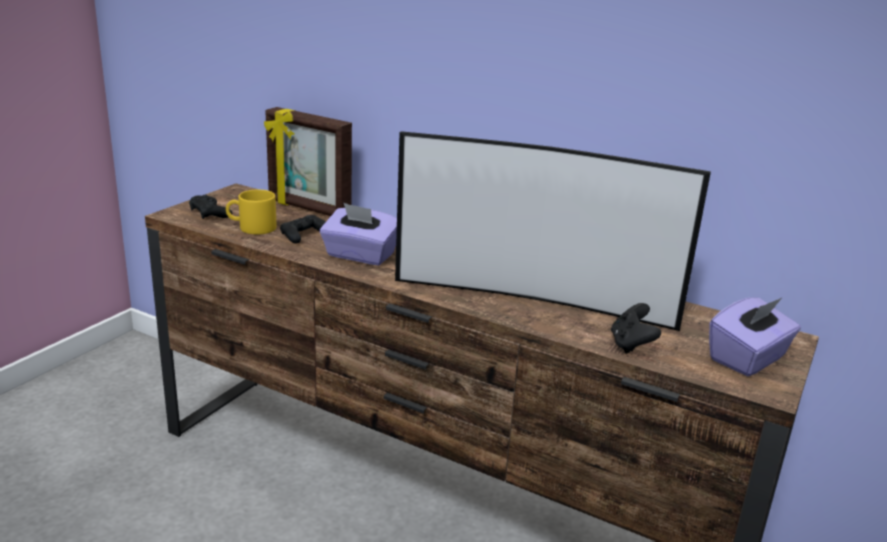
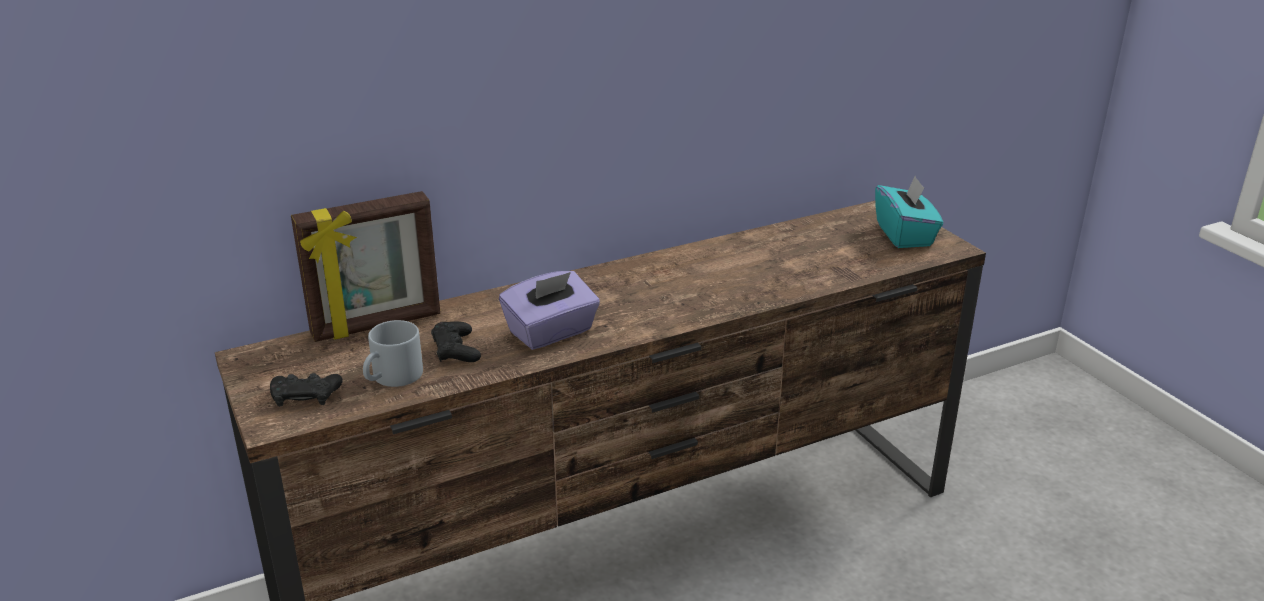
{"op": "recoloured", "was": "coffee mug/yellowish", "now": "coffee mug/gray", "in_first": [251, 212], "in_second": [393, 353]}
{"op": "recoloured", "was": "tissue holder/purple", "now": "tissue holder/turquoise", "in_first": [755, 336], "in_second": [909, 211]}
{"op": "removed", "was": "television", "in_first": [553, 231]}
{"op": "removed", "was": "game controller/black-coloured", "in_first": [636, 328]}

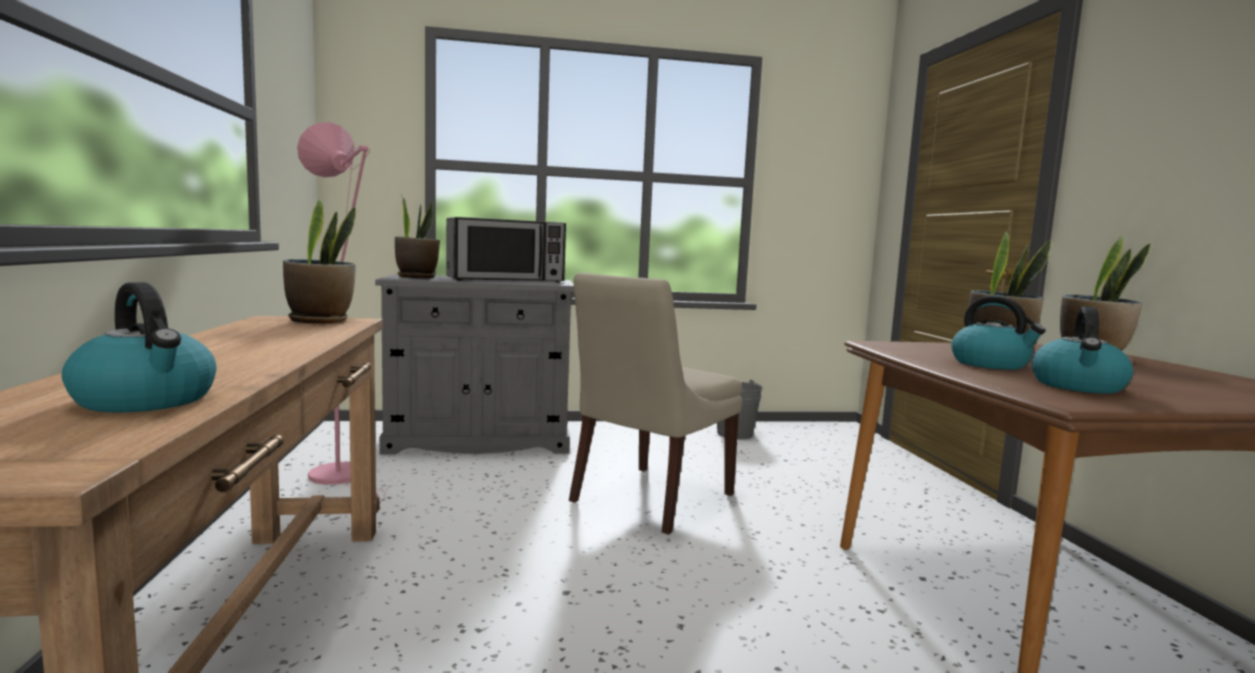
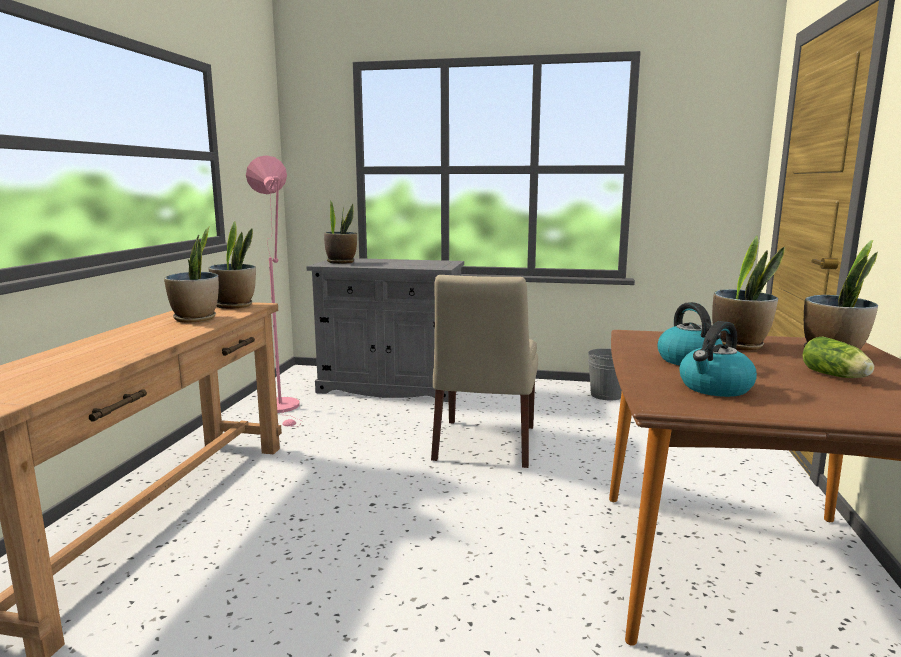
{"op": "added", "now": "houseplant", "in_second": [191, 274]}
{"op": "turned", "was": "chair/beige-coloured", "in_first": [655, 404], "in_second": [484, 371], "clockwise": -45}
{"op": "added", "now": "lettuce", "in_second": [838, 357]}
{"op": "removed", "was": "tea kettle", "in_first": [139, 347]}
{"op": "removed", "was": "kitchen microwave", "in_first": [506, 249]}

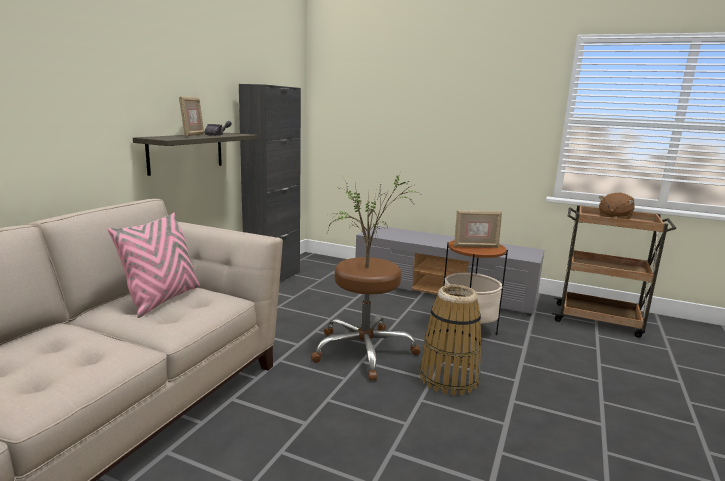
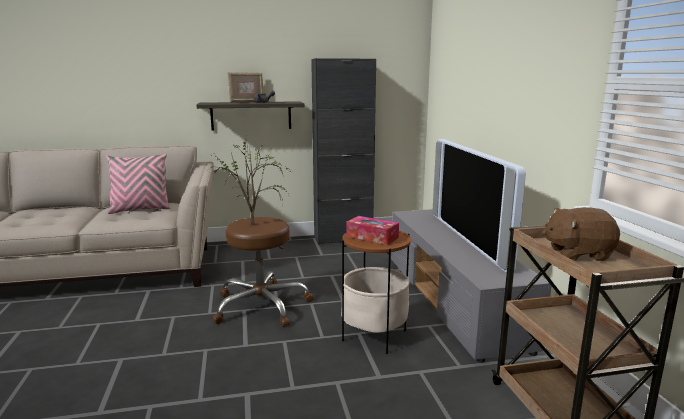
{"op": "replaced", "was": "picture frame", "now": "tissue holder", "in_first": [478, 229], "in_second": [372, 230]}
{"op": "added", "now": "television", "in_second": [479, 206]}
{"op": "removed", "was": "household basket", "in_first": [451, 340]}

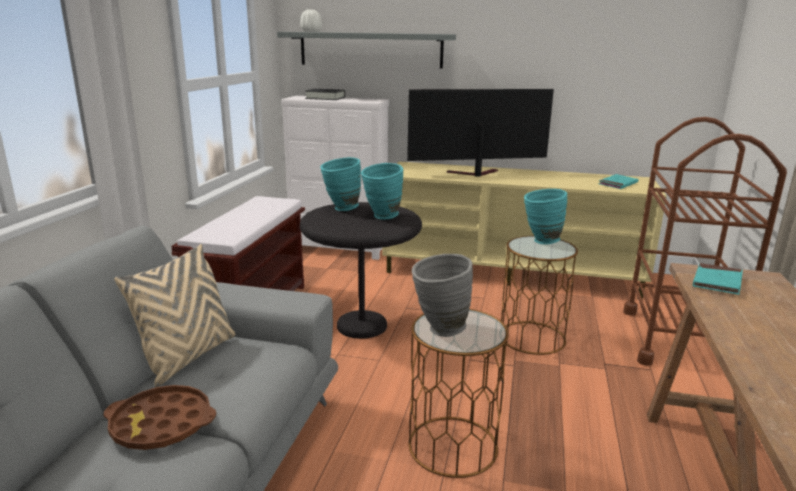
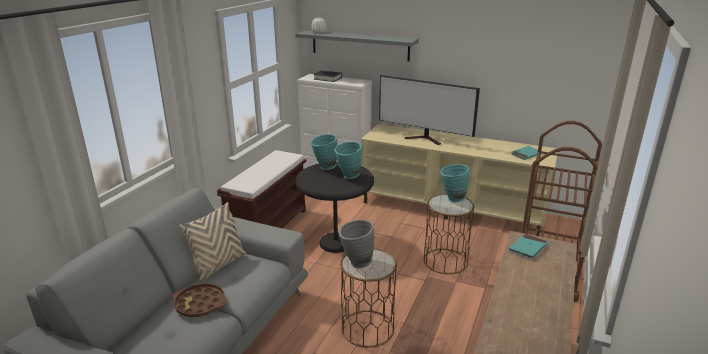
{"op": "turned", "was": "television", "in_first": [480, 133], "in_second": [429, 110], "clockwise": -150}

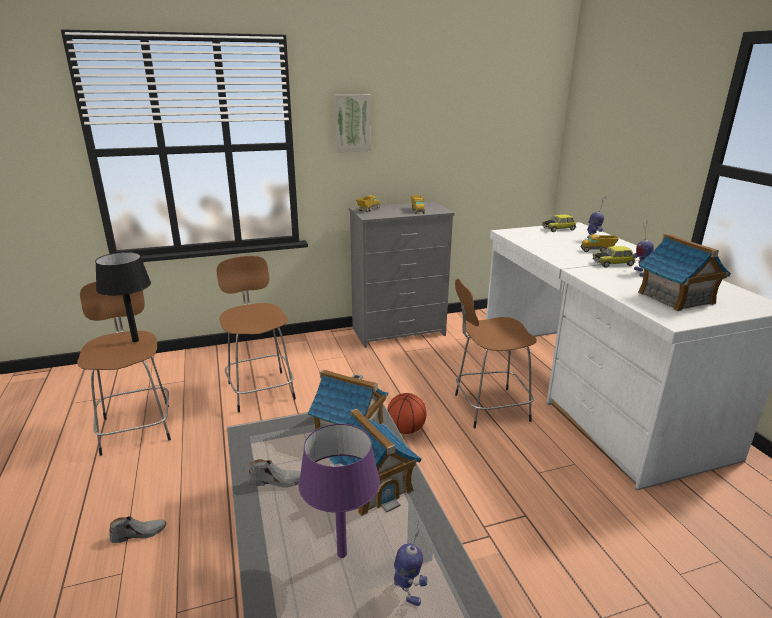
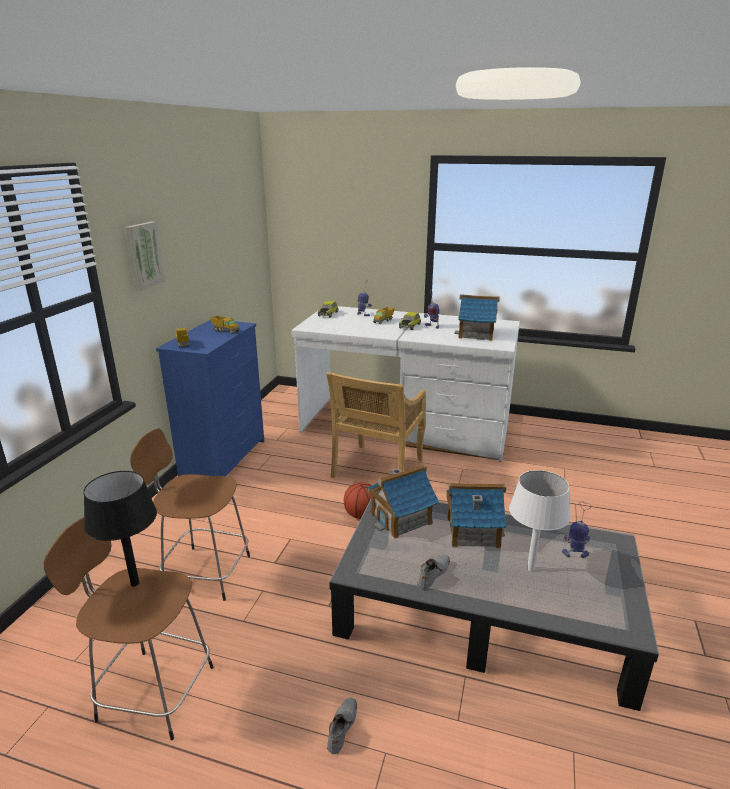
{"op": "recoloured", "was": "dresser/gray", "now": "dresser/blue-coloured", "in_first": [401, 274], "in_second": [210, 398]}
{"op": "replaced", "was": "stool seat/brown-coloured", "now": "chair/beige-coloured", "in_first": [496, 353], "in_second": [376, 425]}
{"op": "recoloured", "was": "tabletop lamp/purple", "now": "tabletop lamp/white-coloured", "in_first": [339, 491], "in_second": [539, 520]}

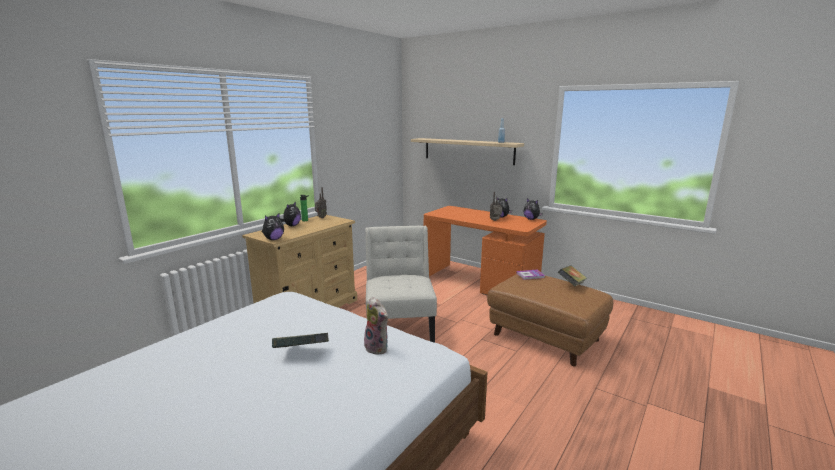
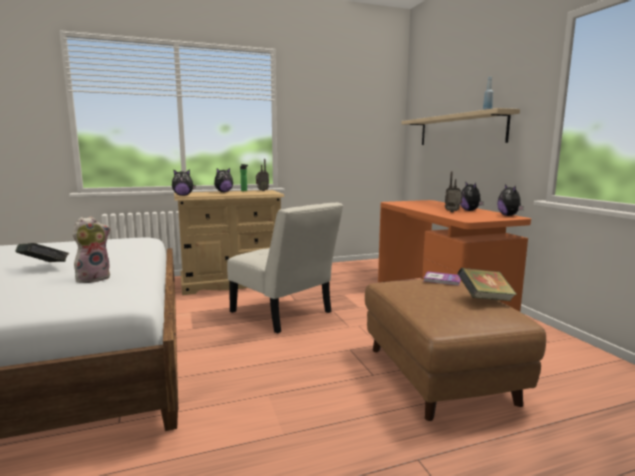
{"op": "turned", "was": "plush toy", "in_first": [376, 325], "in_second": [92, 249], "clockwise": -135}
{"op": "turned", "was": "chair/white-coloured", "in_first": [401, 284], "in_second": [285, 268], "clockwise": 105}

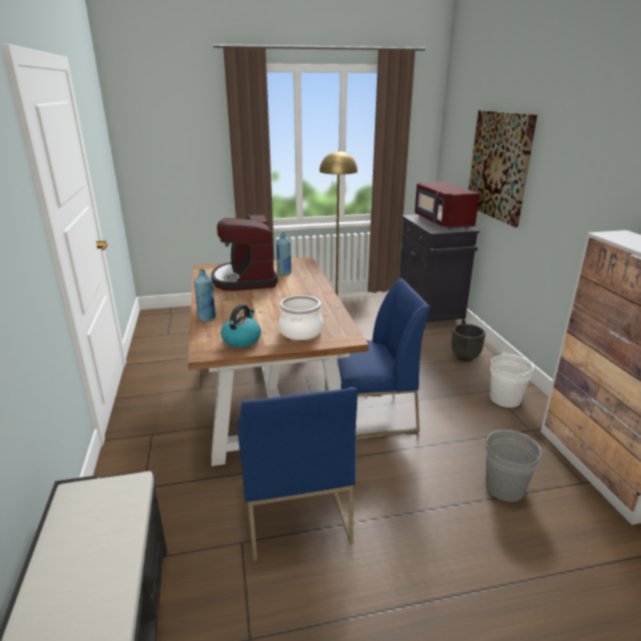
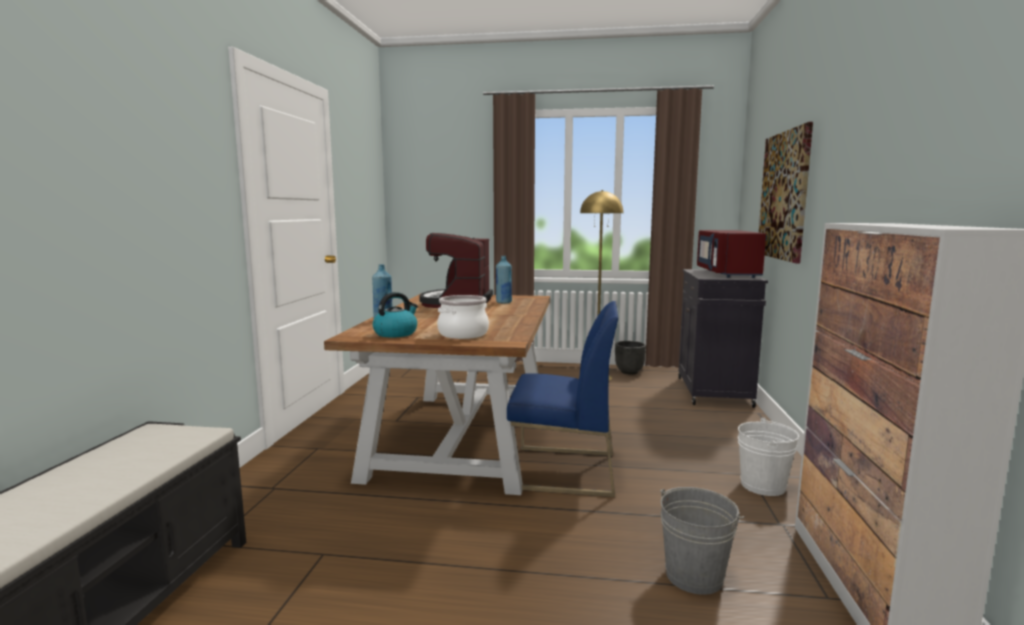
{"op": "moved", "was": "flower pot/black-coloured", "in_first": [468, 342], "in_second": [630, 358]}
{"op": "removed", "was": "chair/blue-coloured", "in_first": [297, 474]}

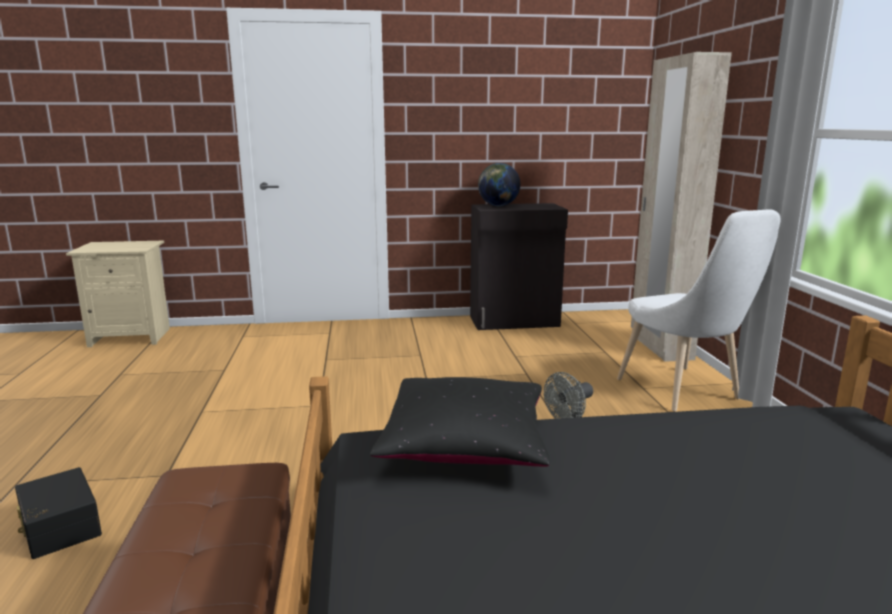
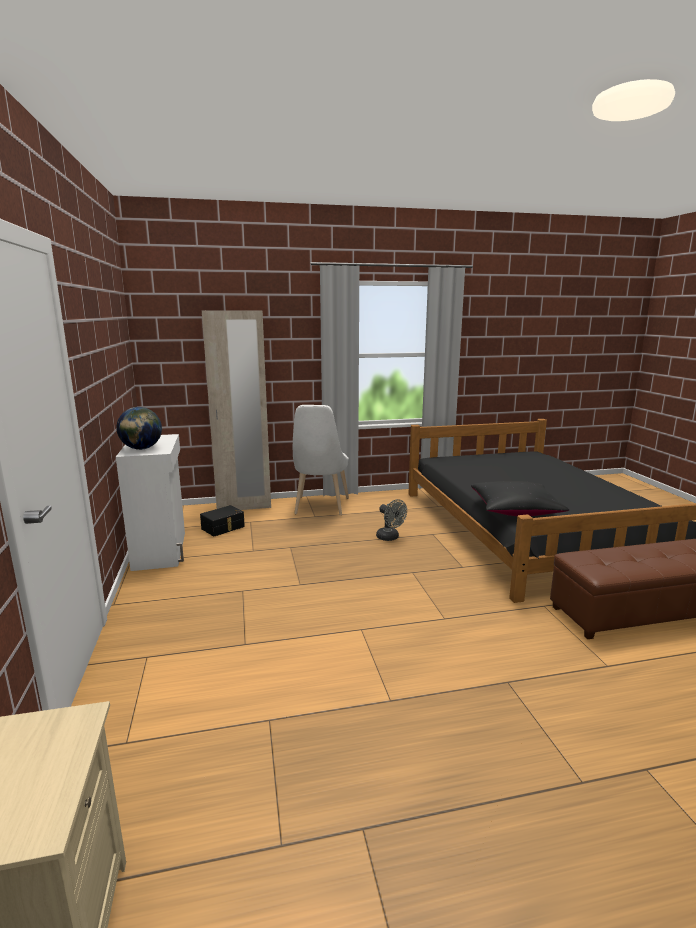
{"op": "recoloured", "was": "storage cabinet/black-coloured", "now": "storage cabinet/white-coloured", "in_first": [519, 266], "in_second": [150, 502]}
{"op": "moved", "was": "storage container/black-coloured", "in_first": [58, 513], "in_second": [222, 520]}
{"op": "turned", "was": "chair/white-coloured", "in_first": [699, 310], "in_second": [321, 460], "clockwise": 120}

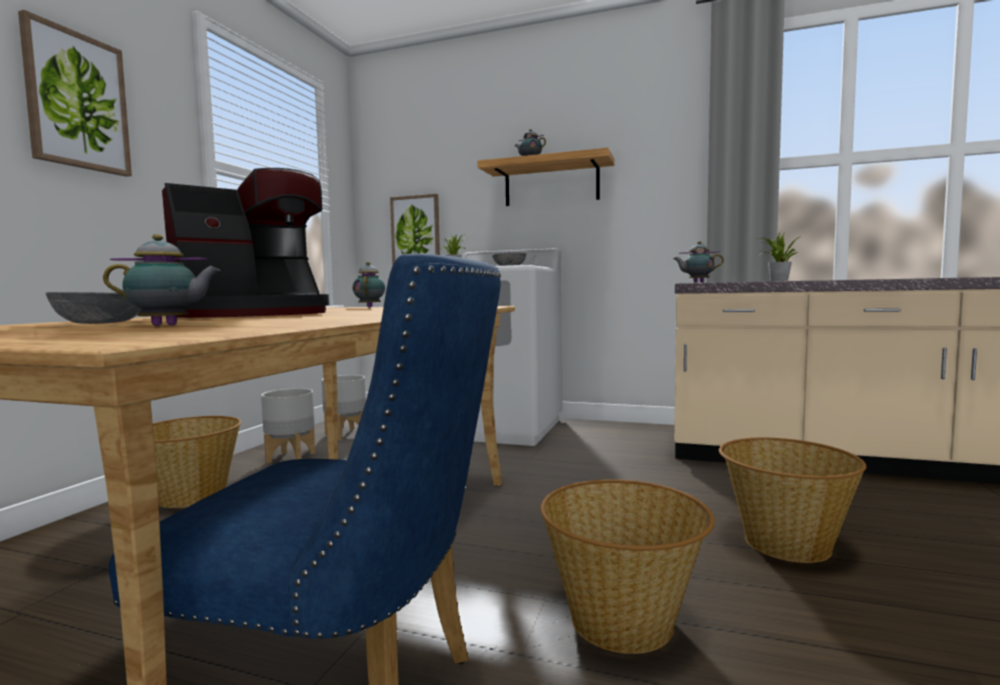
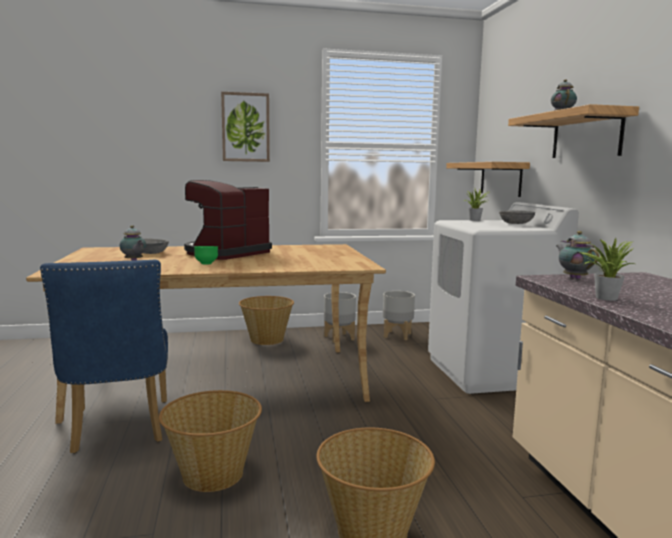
{"op": "turned", "was": "coffee machine", "in_first": [246, 243], "in_second": [228, 220], "clockwise": 105}
{"op": "added", "now": "serving bowl/green", "in_second": [206, 255]}
{"op": "replaced", "was": "wall picture", "now": "shelf", "in_first": [415, 229], "in_second": [488, 179]}
{"op": "removed", "was": "pot for tea", "in_first": [368, 285]}

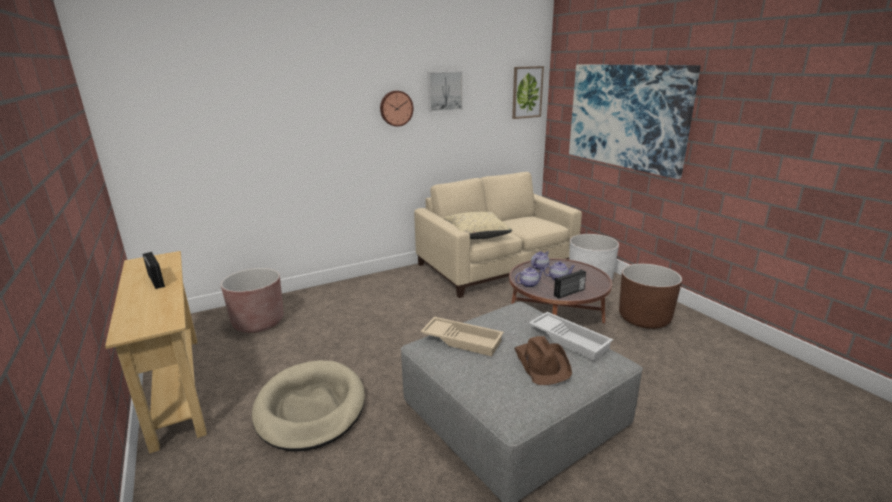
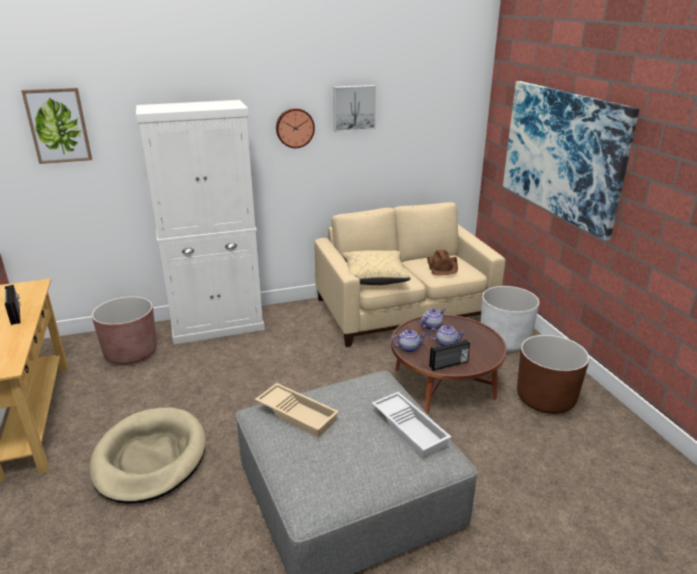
{"op": "moved", "was": "wall picture", "in_first": [528, 92], "in_second": [56, 126]}
{"op": "added", "now": "storage cabinet/white-coloured", "in_second": [200, 222]}
{"op": "moved", "was": "hat/brown-coloured", "in_first": [543, 360], "in_second": [442, 262]}

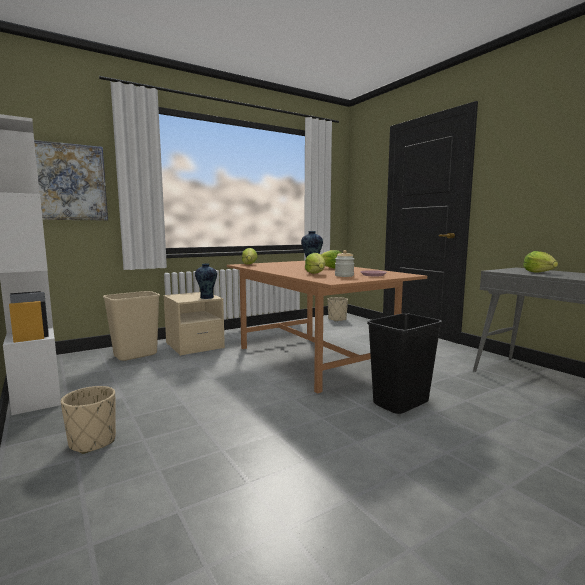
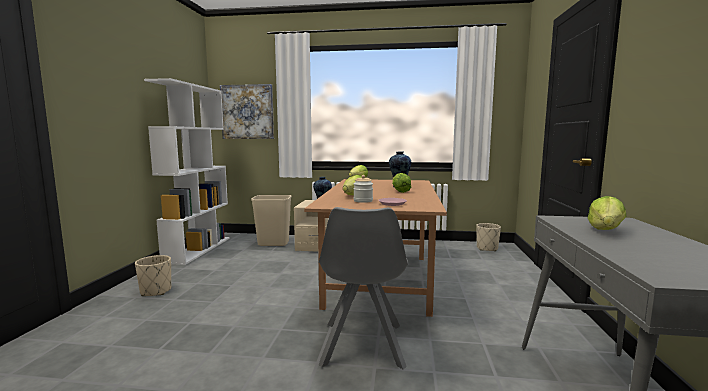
{"op": "replaced", "was": "trash can/black-coloured", "now": "chair/gray", "in_first": [404, 363], "in_second": [363, 288]}

